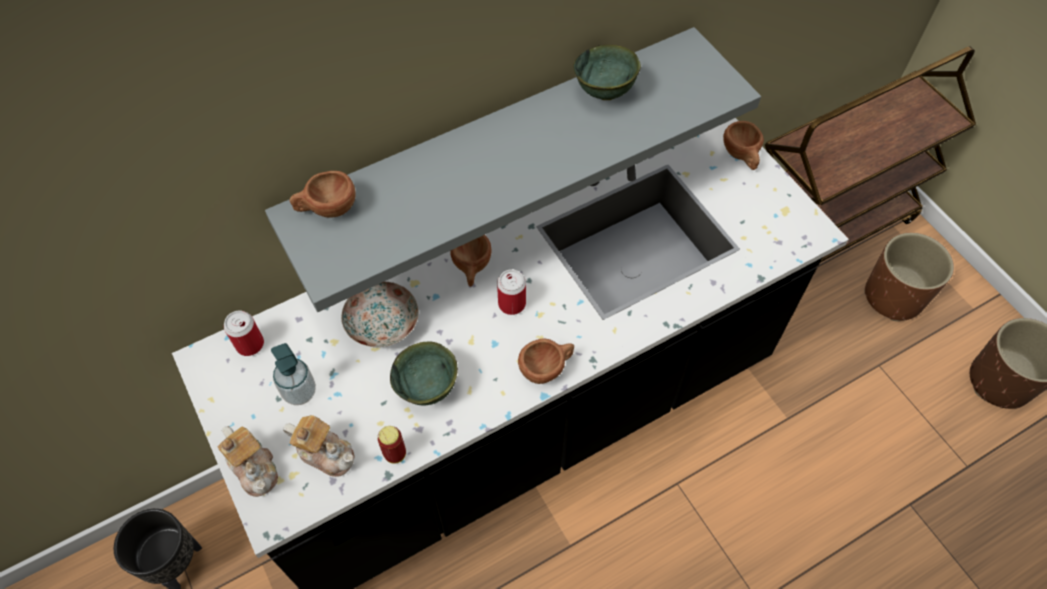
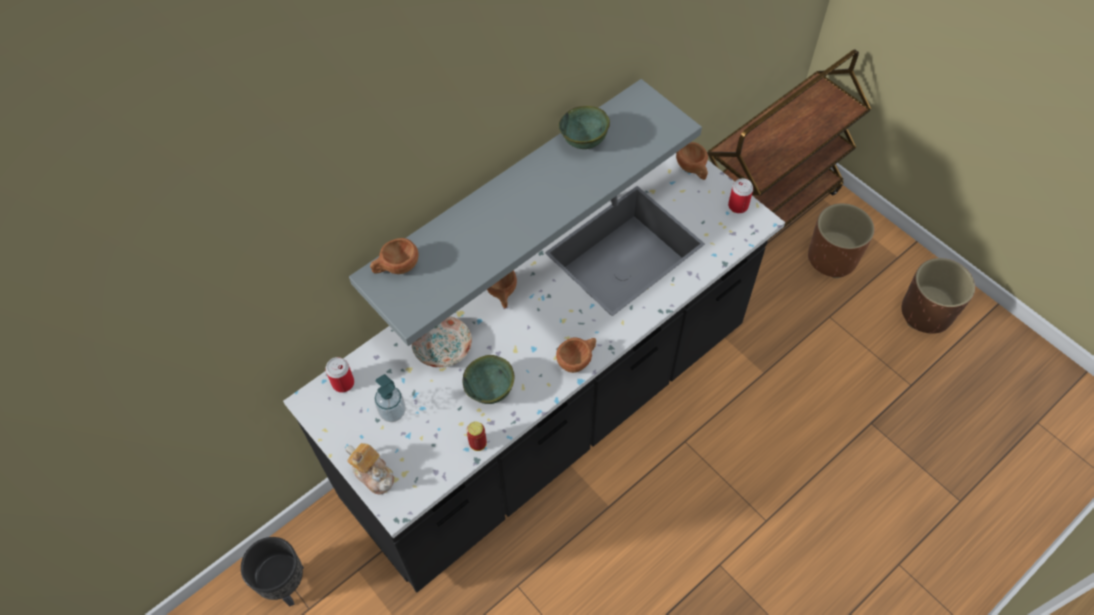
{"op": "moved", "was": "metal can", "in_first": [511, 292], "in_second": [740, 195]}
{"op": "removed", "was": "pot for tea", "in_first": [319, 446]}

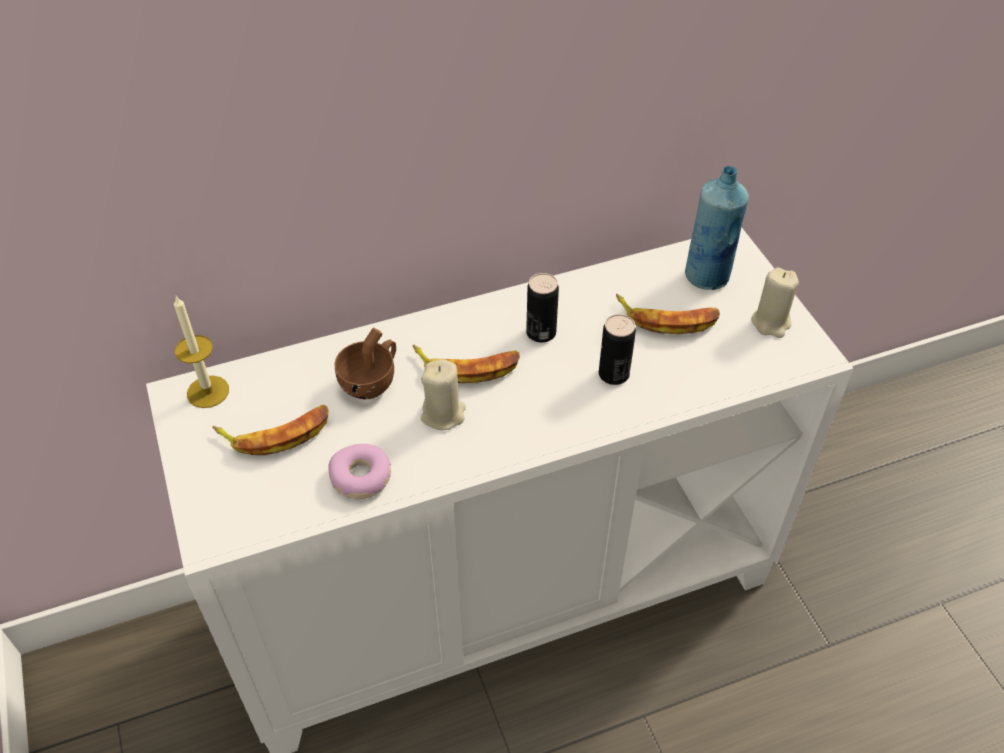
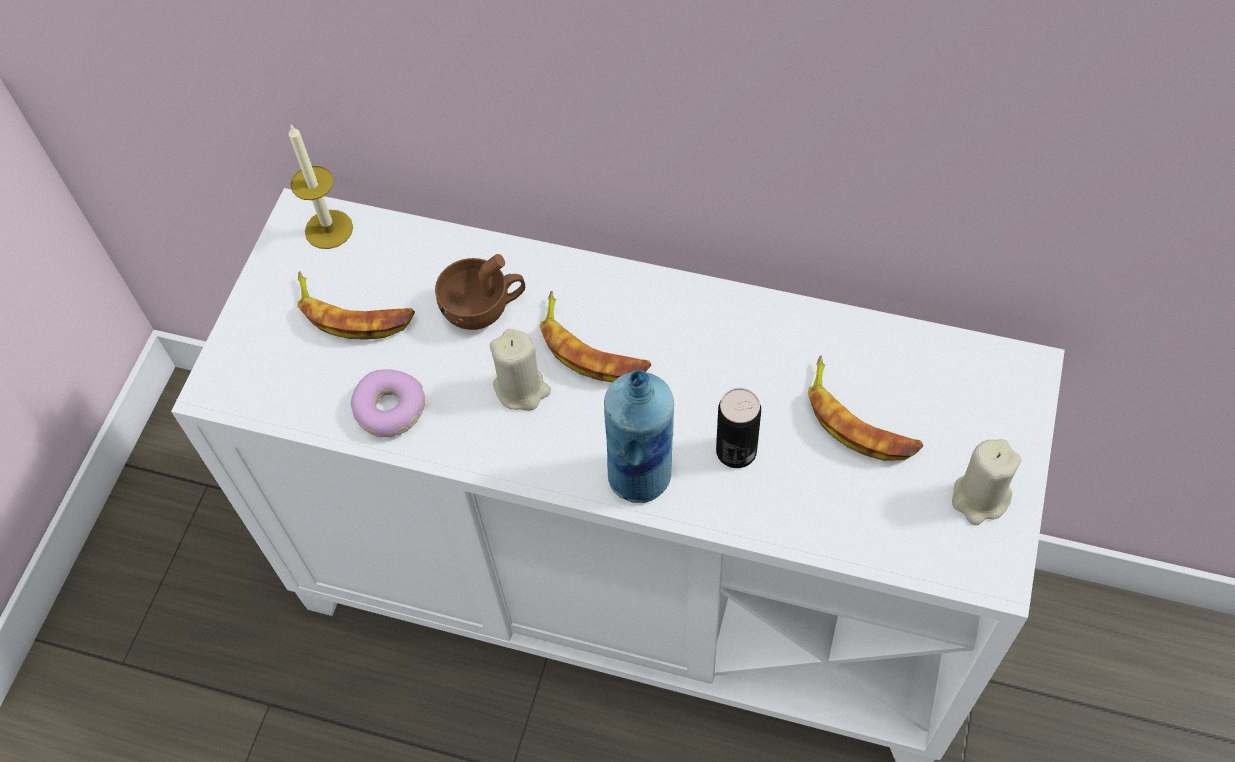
{"op": "moved", "was": "bottle/blue-coloured", "in_first": [717, 228], "in_second": [639, 437]}
{"op": "removed", "was": "metal can", "in_first": [542, 308]}

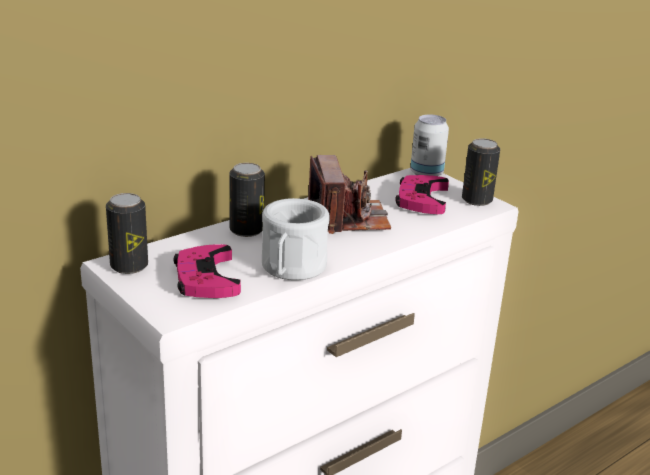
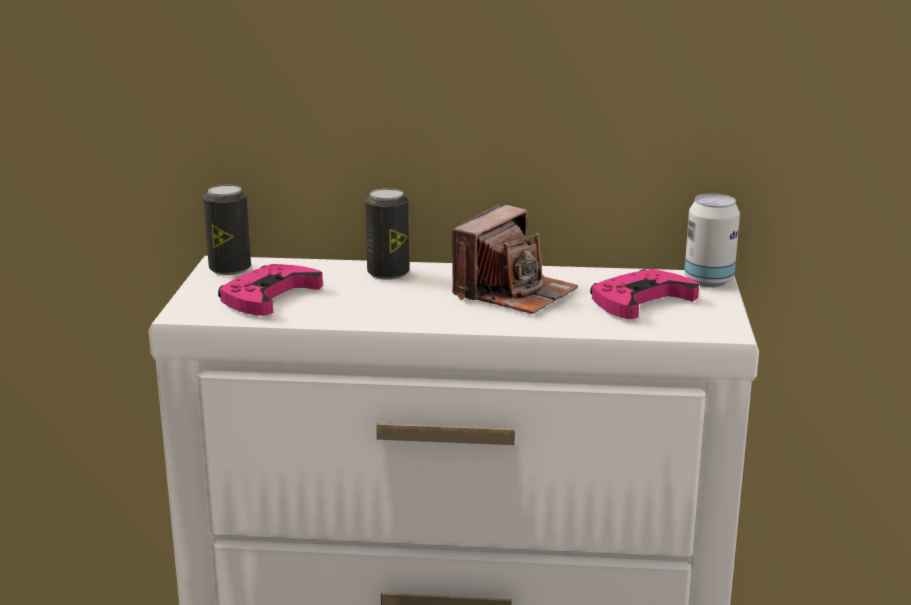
{"op": "removed", "was": "coffee mug/white-coloured", "in_first": [296, 239]}
{"op": "removed", "was": "metal can", "in_first": [481, 172]}

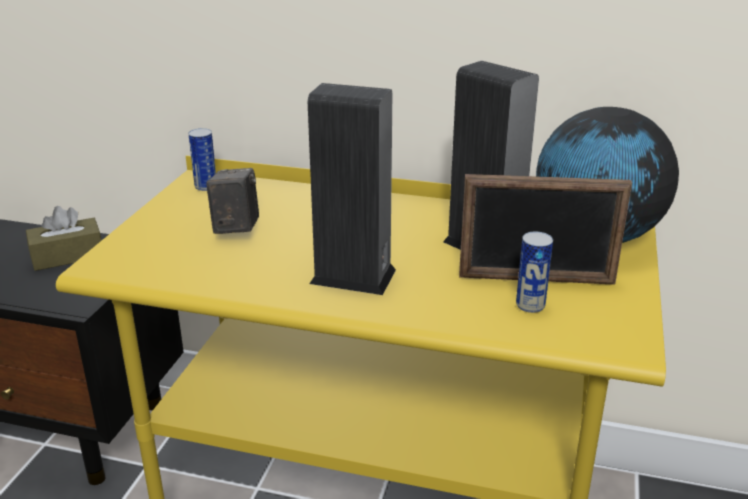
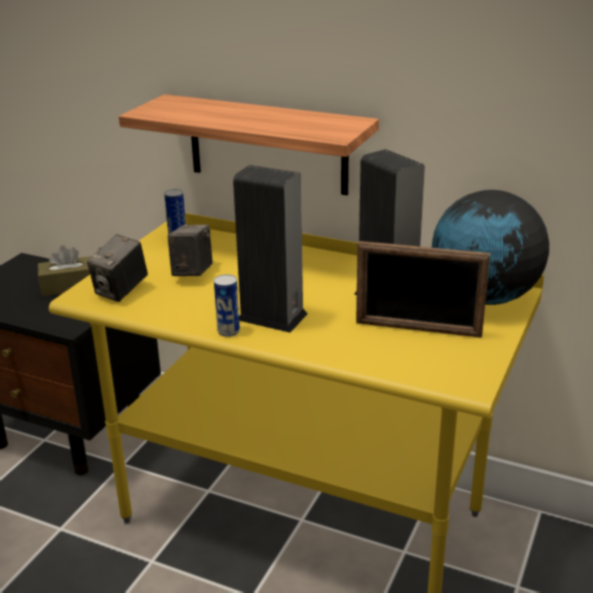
{"op": "added", "now": "still camera", "in_second": [117, 268]}
{"op": "added", "now": "shelf", "in_second": [249, 144]}
{"op": "moved", "was": "metal can", "in_first": [534, 272], "in_second": [227, 305]}

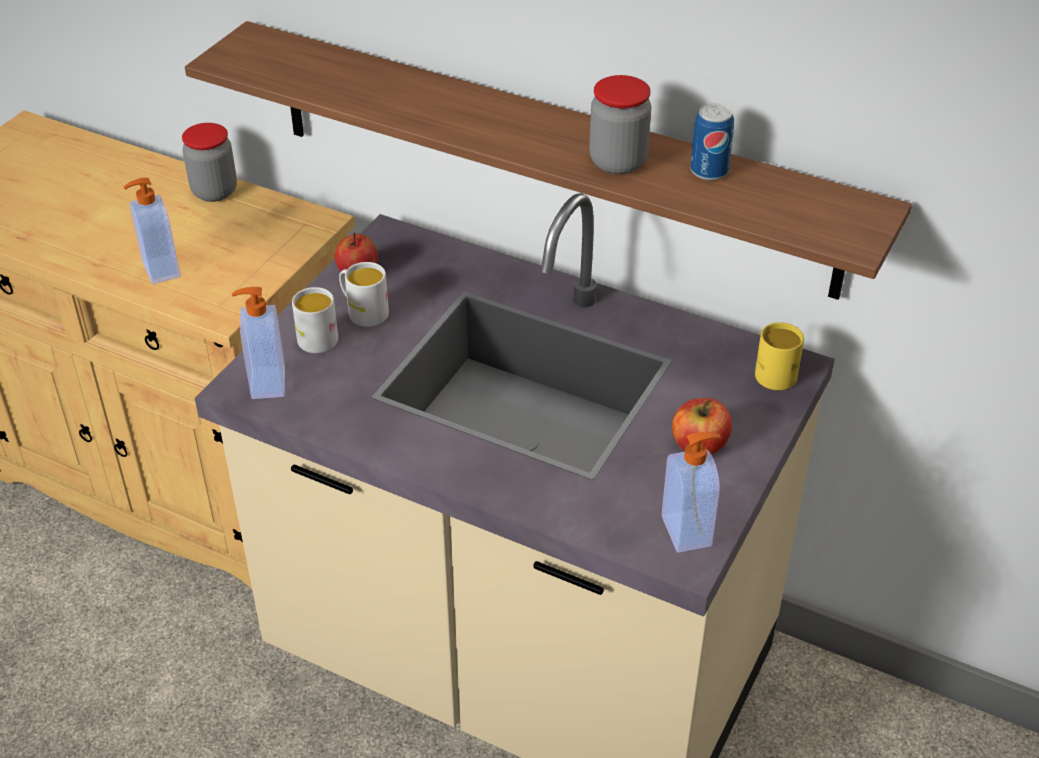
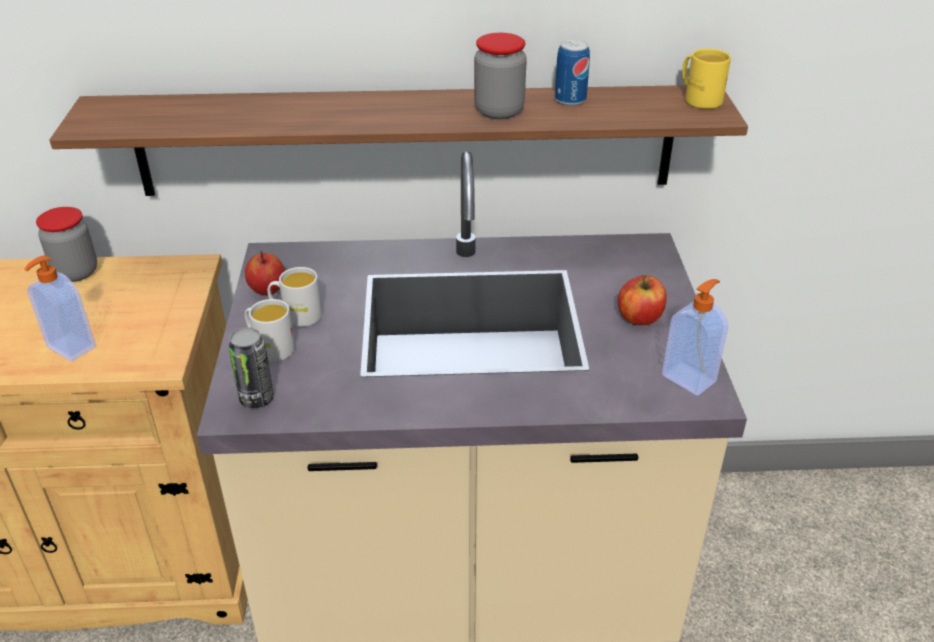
{"op": "replaced", "was": "soap dispenser", "now": "metal can", "in_first": [258, 343], "in_second": [251, 367]}
{"op": "moved", "was": "coffee mug/yellowish", "in_first": [779, 356], "in_second": [706, 79]}

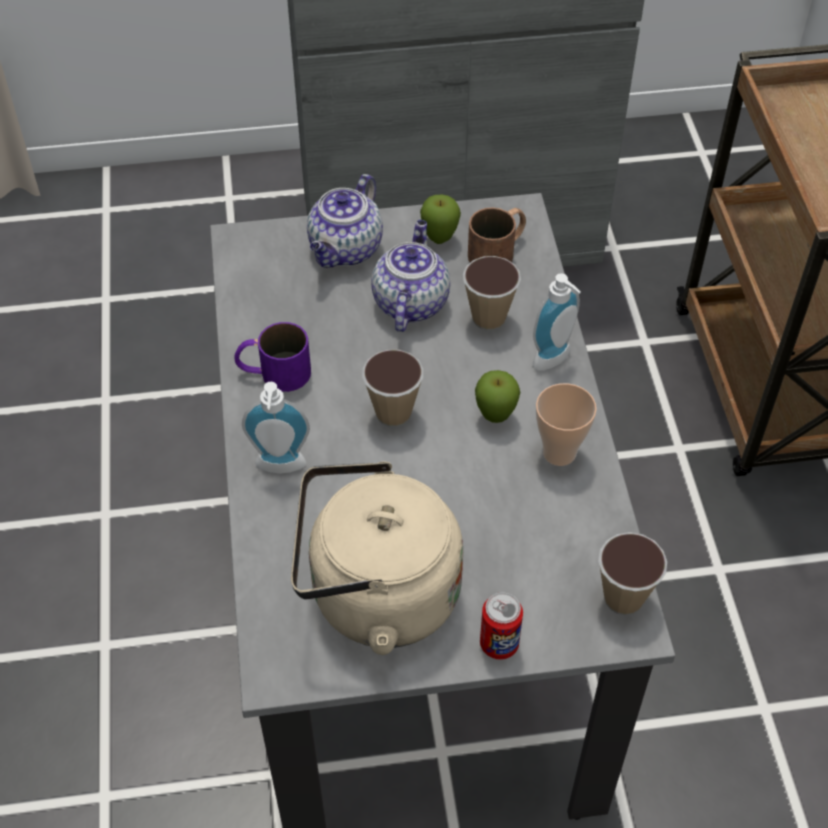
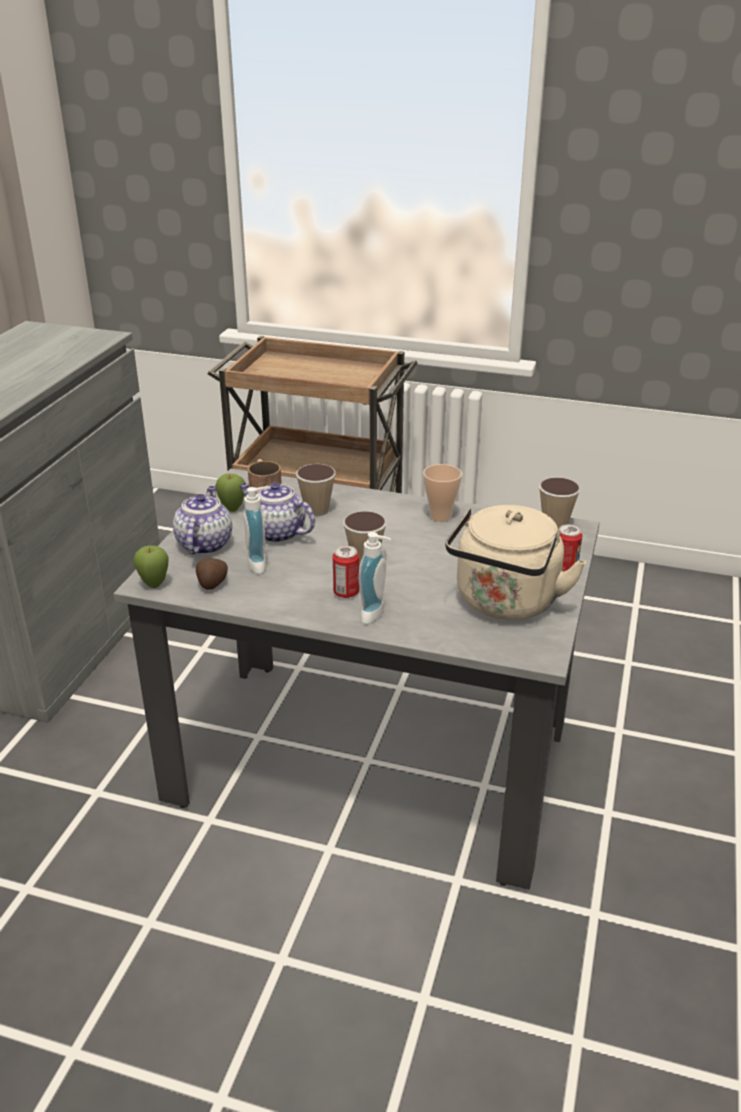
{"op": "moved", "was": "apple fruit", "in_first": [497, 396], "in_second": [151, 566]}
{"op": "turned", "was": "pot for tea", "in_first": [345, 221], "in_second": [202, 520], "clockwise": -135}
{"op": "added", "now": "potato", "in_second": [212, 574]}
{"op": "moved", "was": "soap dispenser", "in_first": [557, 322], "in_second": [256, 530]}
{"op": "added", "now": "metal can", "in_second": [346, 572]}
{"op": "removed", "was": "coffee mug/purple", "in_first": [272, 357]}

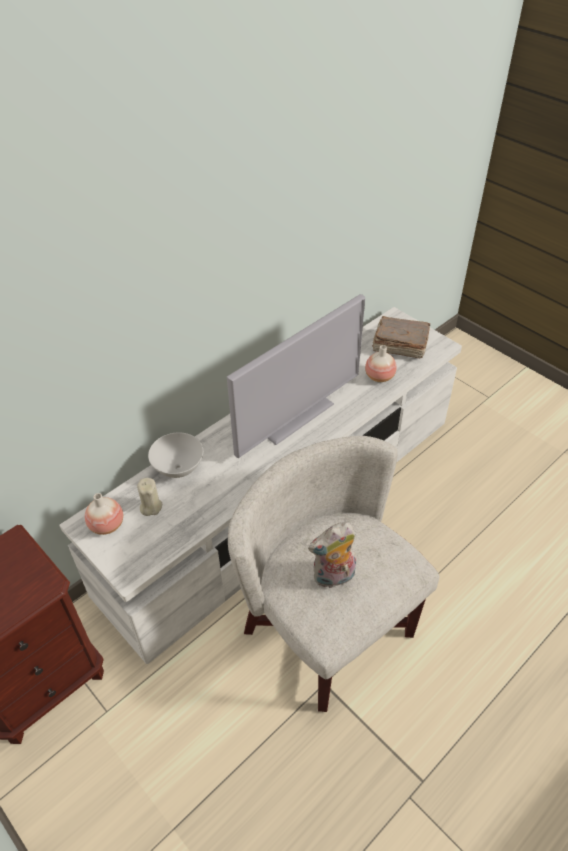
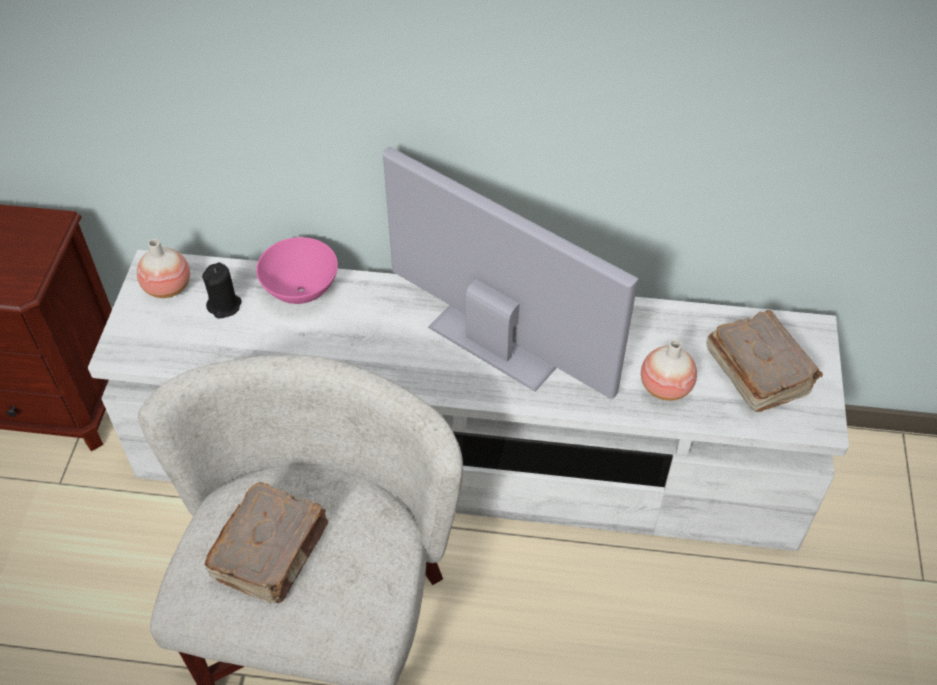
{"op": "recoloured", "was": "candle/beige-coloured", "now": "candle/black-coloured", "in_first": [149, 497], "in_second": [222, 290]}
{"op": "replaced", "was": "plush toy", "now": "volume/brown-coloured", "in_first": [332, 555], "in_second": [266, 542]}
{"op": "recoloured", "was": "serving bowl/white-coloured", "now": "serving bowl/pink", "in_first": [175, 455], "in_second": [297, 270]}
{"op": "turned", "was": "television", "in_first": [296, 376], "in_second": [510, 273], "clockwise": -150}

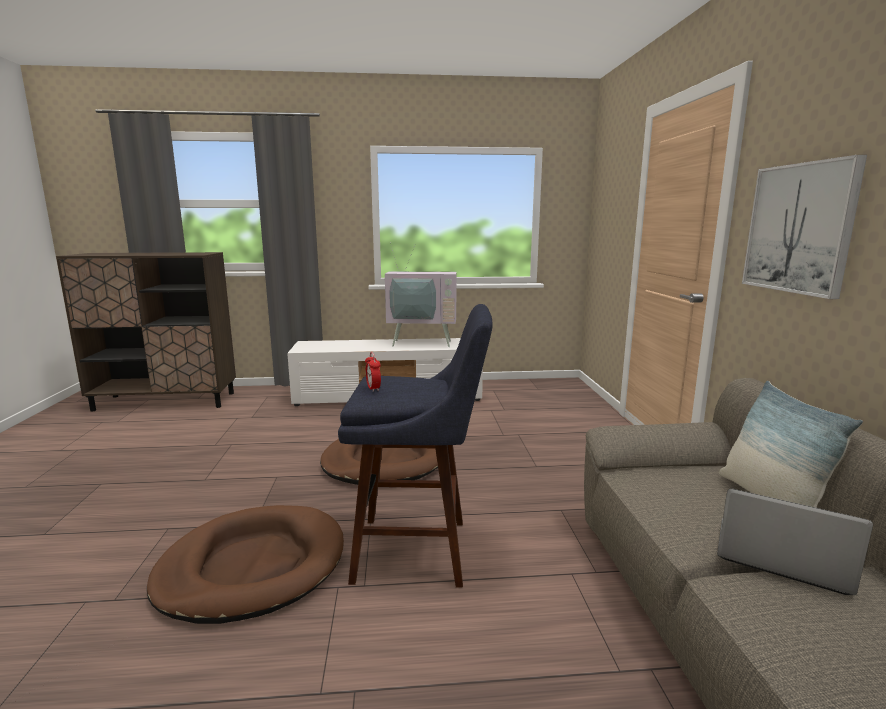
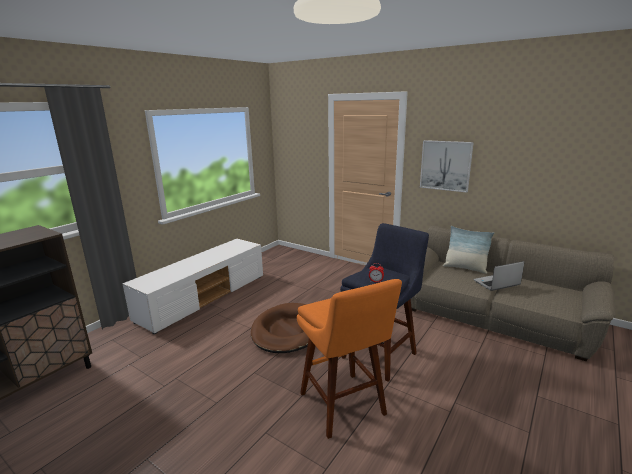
{"op": "replaced", "was": "dog cushion/brown-coloured", "now": "stool seat/orange-coloured", "in_first": [245, 564], "in_second": [349, 359]}
{"op": "removed", "was": "television", "in_first": [421, 295]}

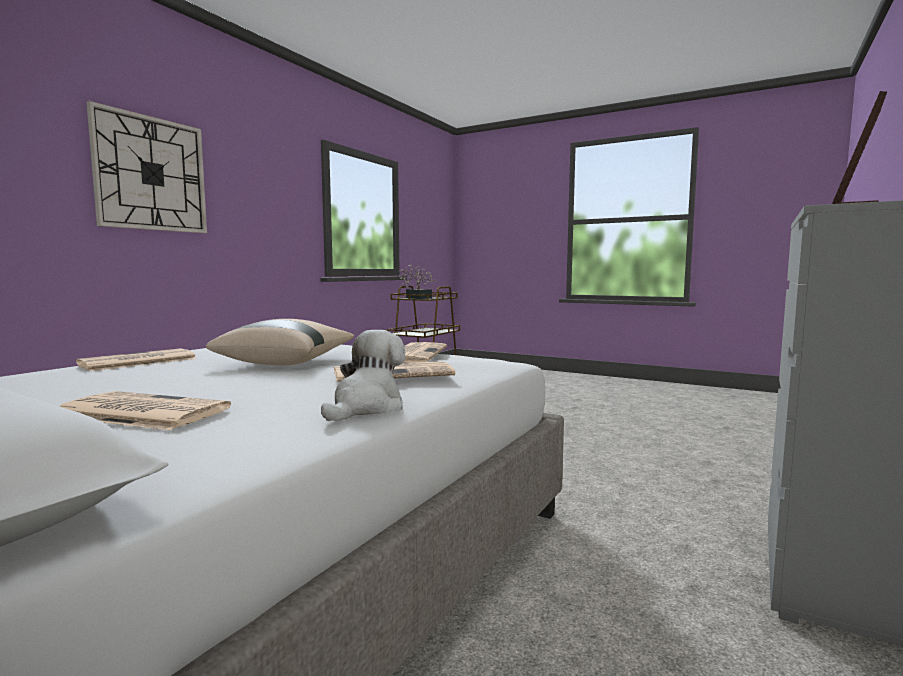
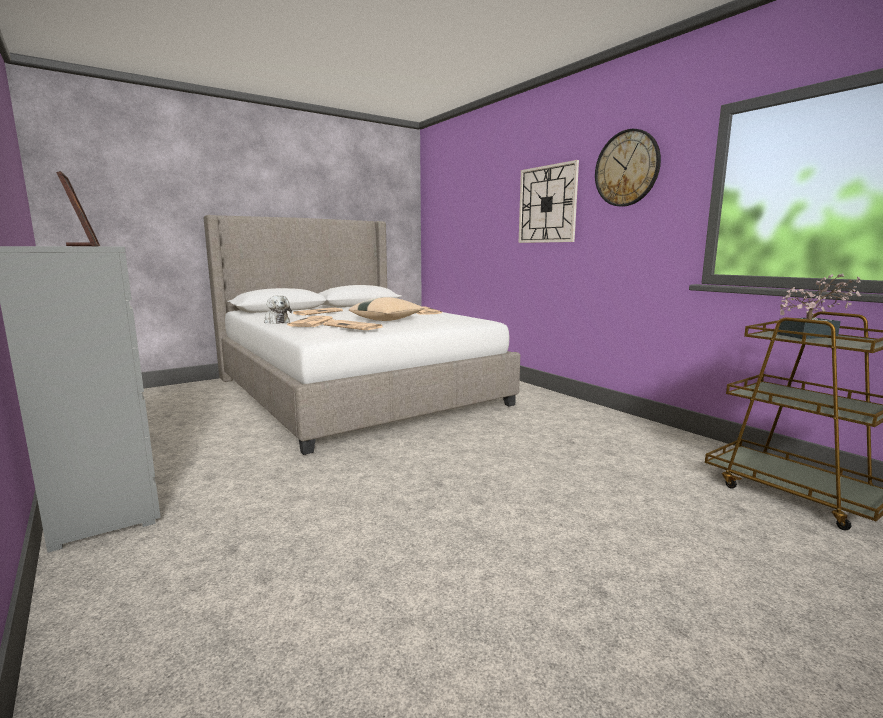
{"op": "added", "now": "hanging clock", "in_second": [628, 167]}

